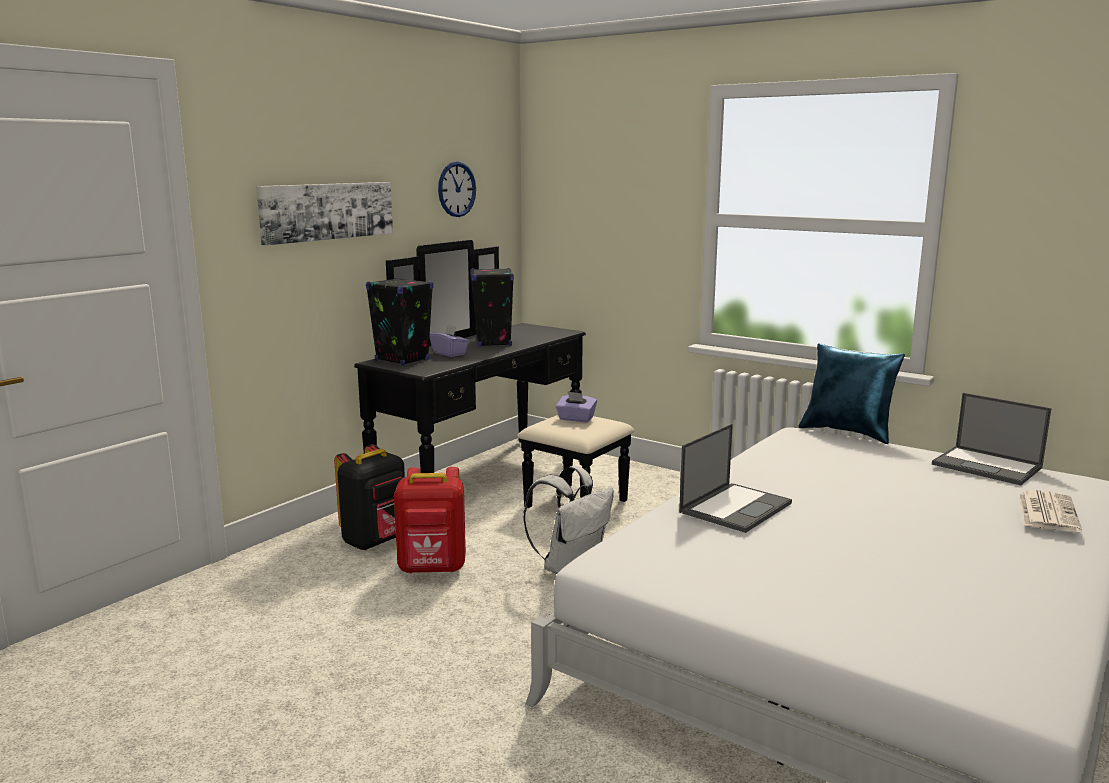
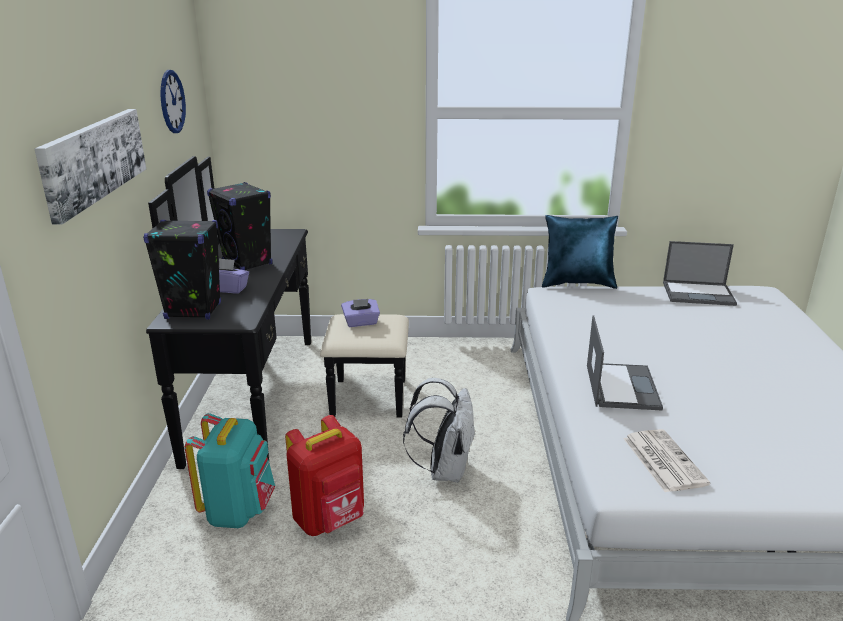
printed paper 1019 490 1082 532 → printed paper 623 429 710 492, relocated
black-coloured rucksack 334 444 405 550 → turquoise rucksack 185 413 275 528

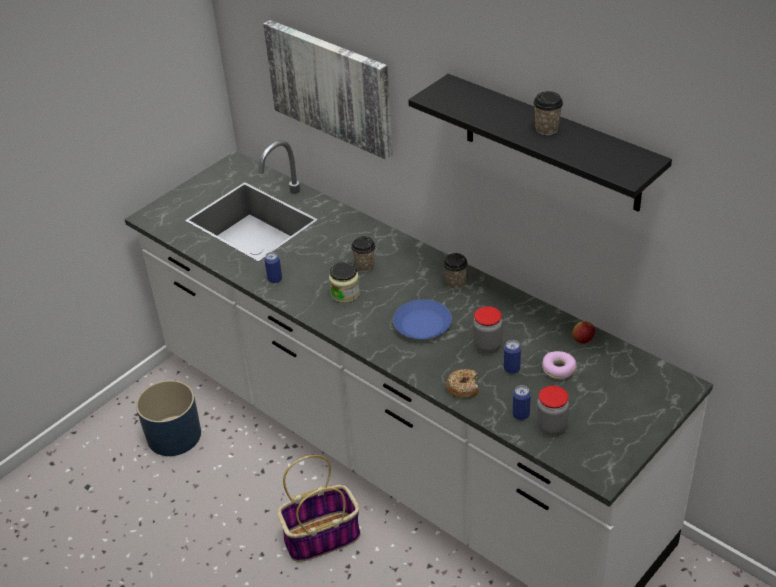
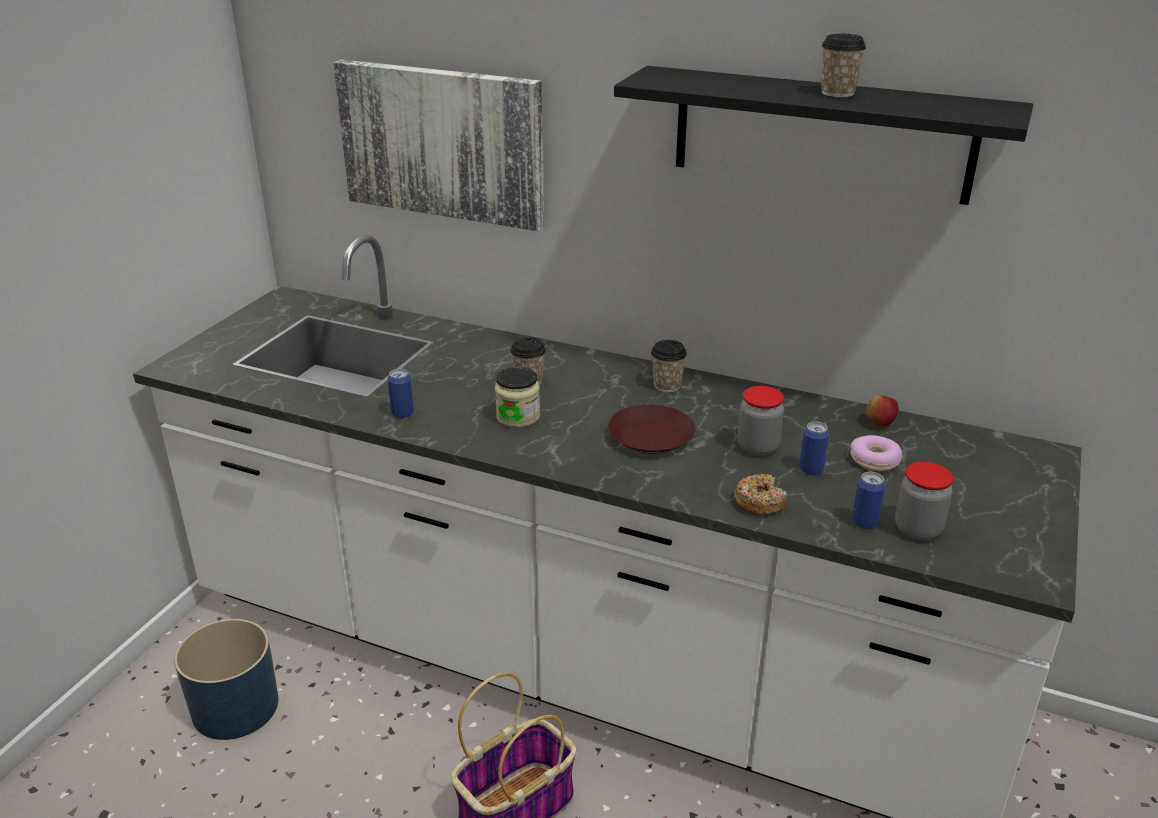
blue-coloured dinner plate 393 299 452 339 → brown-coloured dinner plate 608 404 696 454

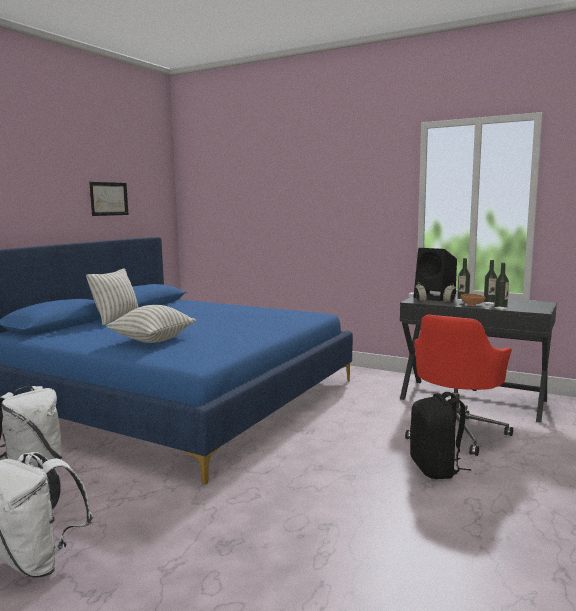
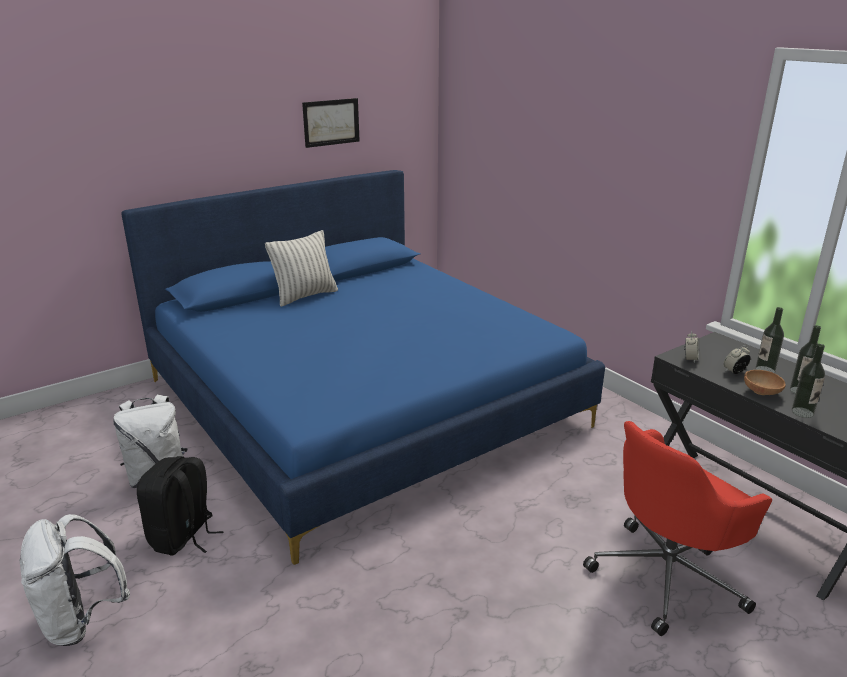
cushion 106 305 196 343 → -
black-coloured speaker 414 248 457 301 → -
black-coloured rucksack 410 392 471 479 → black-coloured rucksack 137 456 224 556, relocated

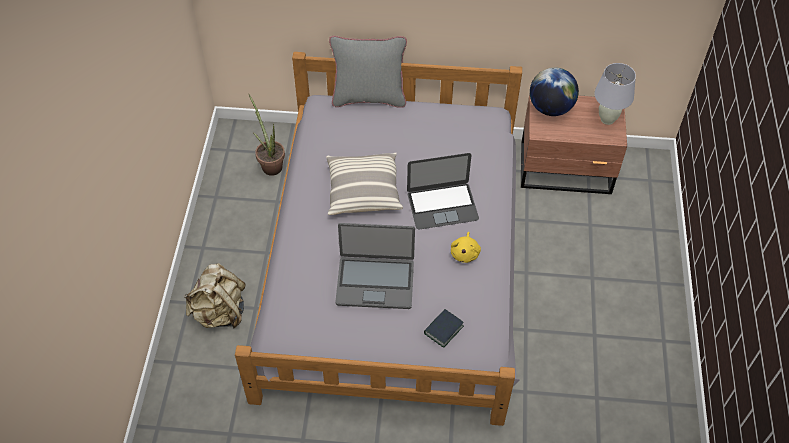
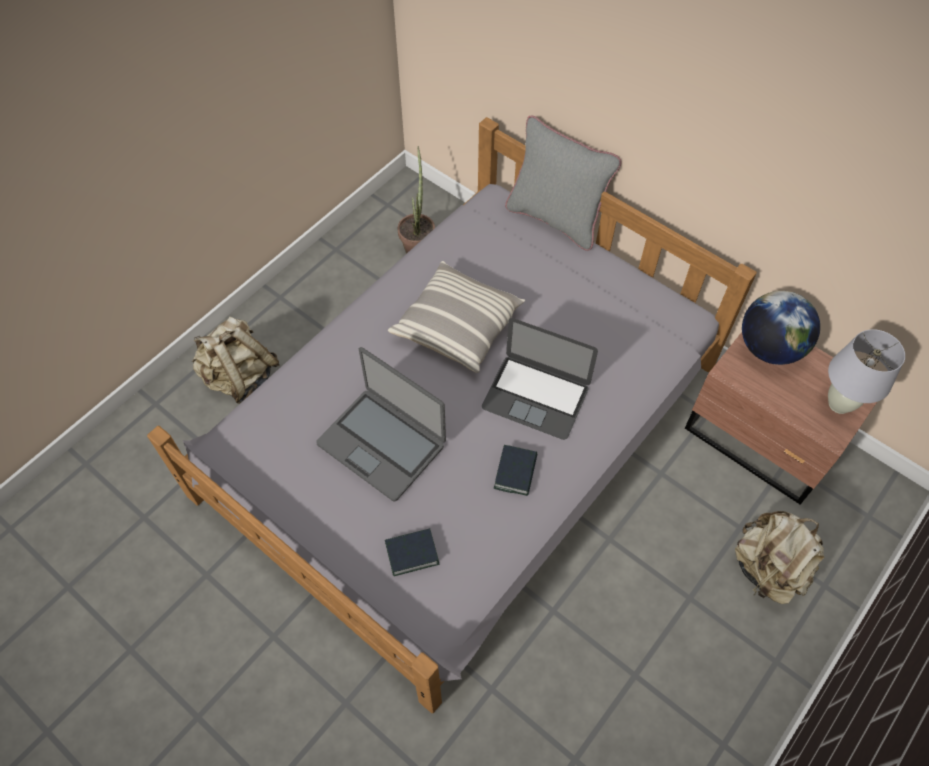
- → sand-coloured rucksack 735 511 824 604
yellow-coloured plush toy 451 232 481 263 → book 494 445 537 496

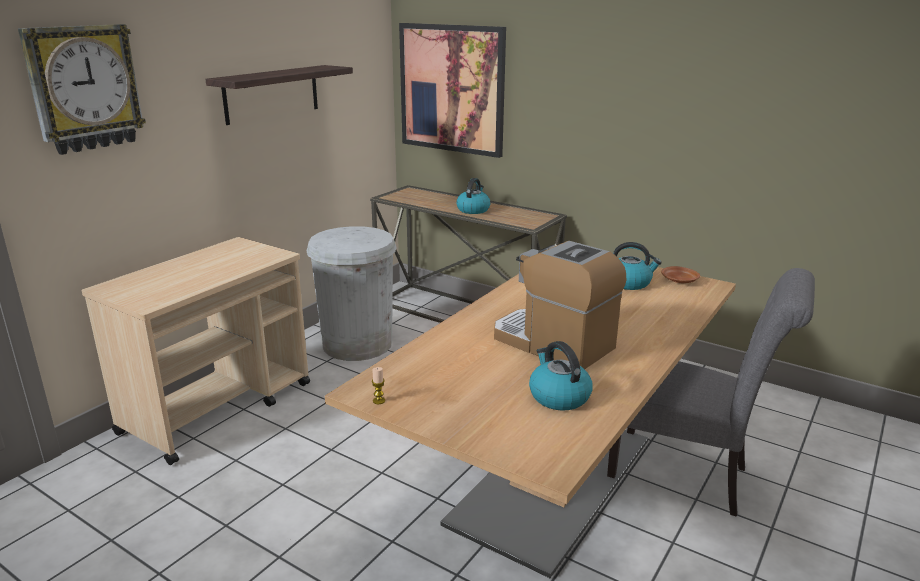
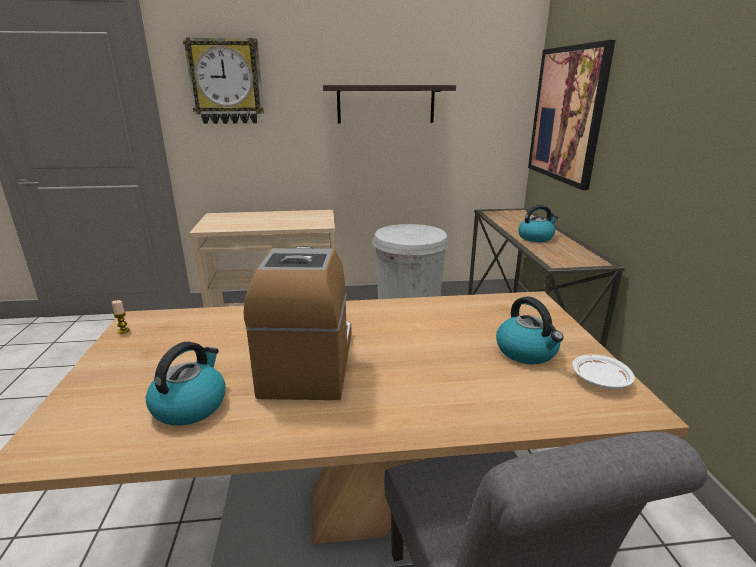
brown-coloured dinner plate 661 266 700 283 → white dinner plate 572 355 635 389

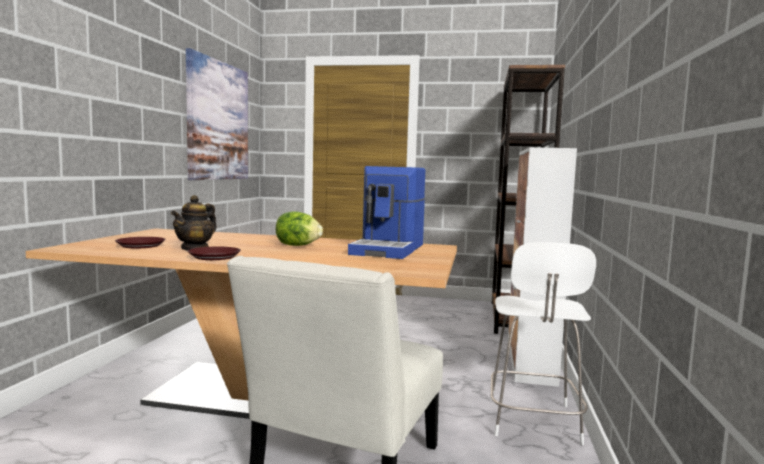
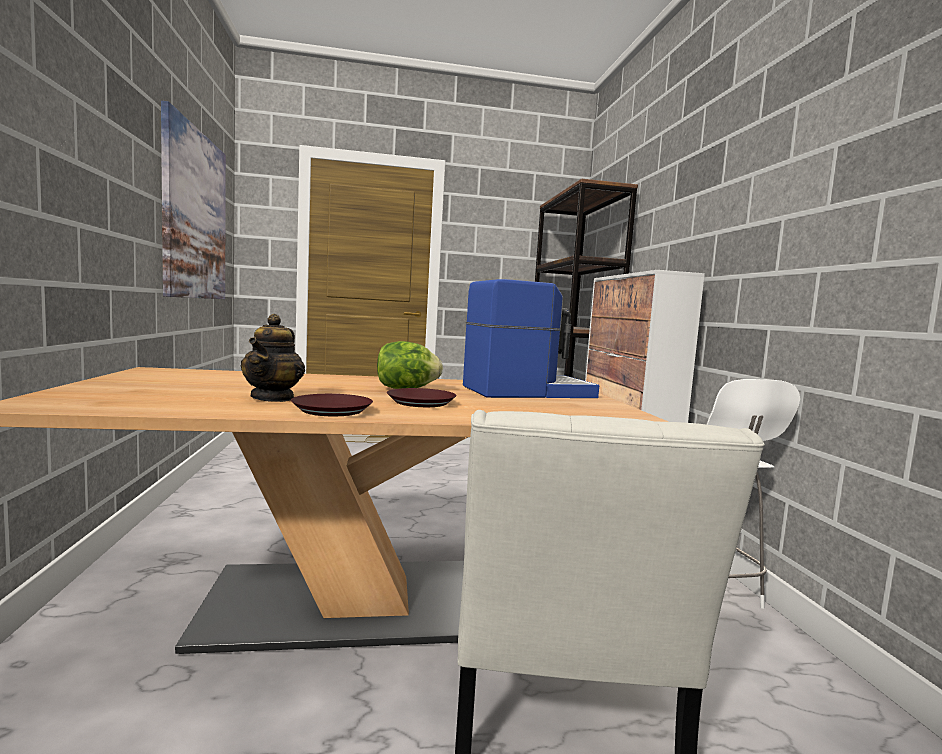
brown-coloured dinner plate 115 237 166 248 → brown-coloured dinner plate 387 388 457 407, relocated
coffee machine 348 166 425 259 → coffee machine 463 279 599 398, 105 degrees counterclockwise

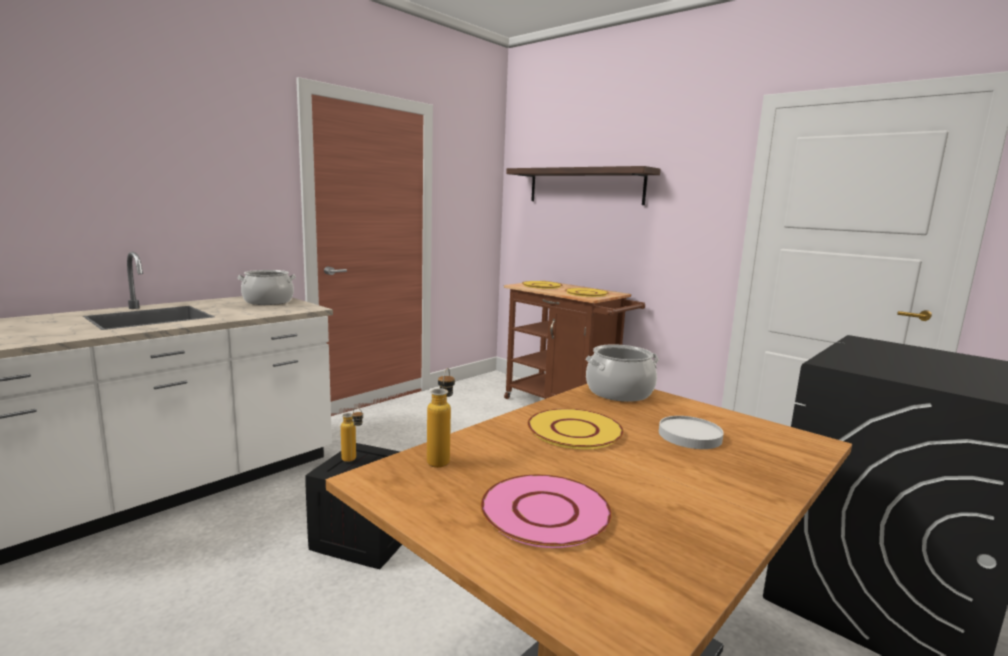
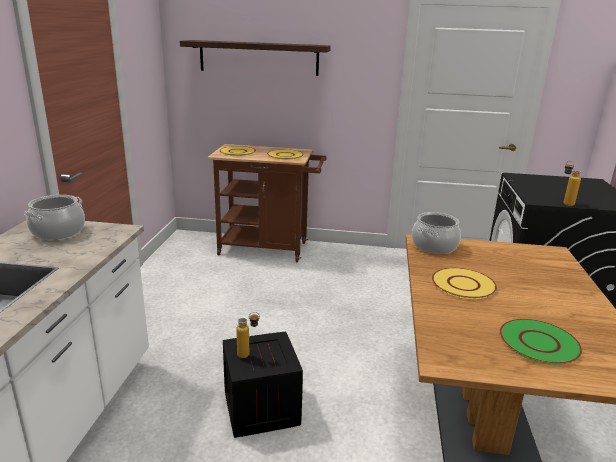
white dinner plate 659 416 724 449 → -
beverage bottle 427 368 455 468 → beverage bottle 563 161 581 206, relocated
pink dinner plate 480 474 612 548 → green-coloured dinner plate 500 319 582 365

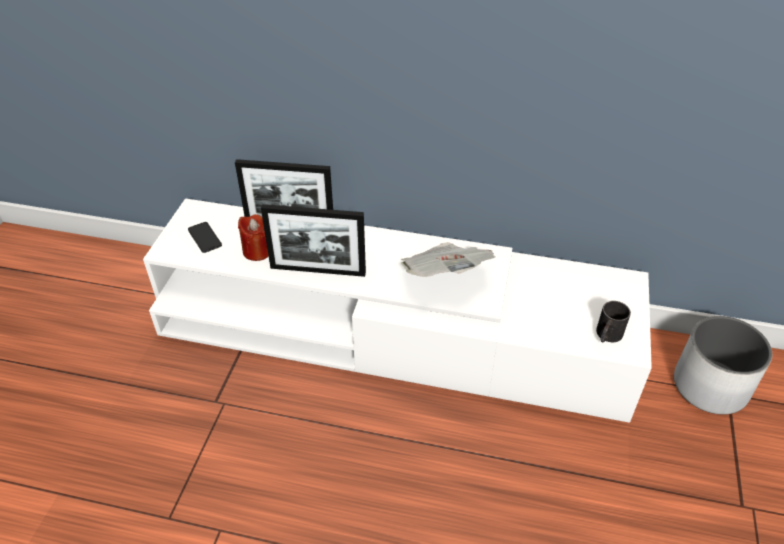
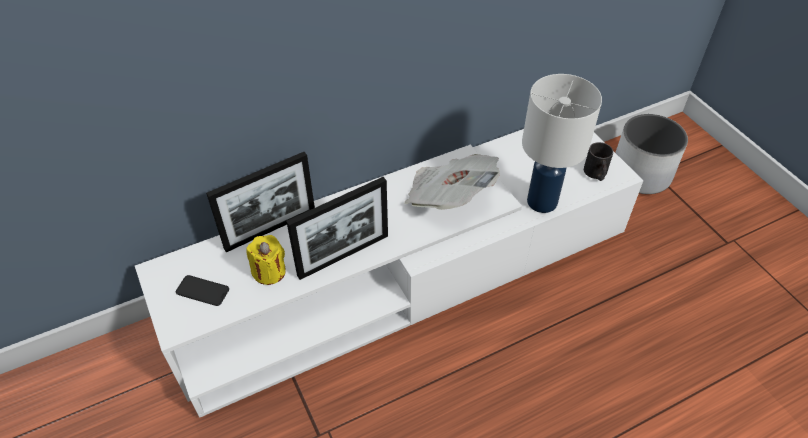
- → white tabletop lamp 522 74 602 213
reddish wax light 238 214 269 261 → yellow-coloured wax light 246 235 286 285

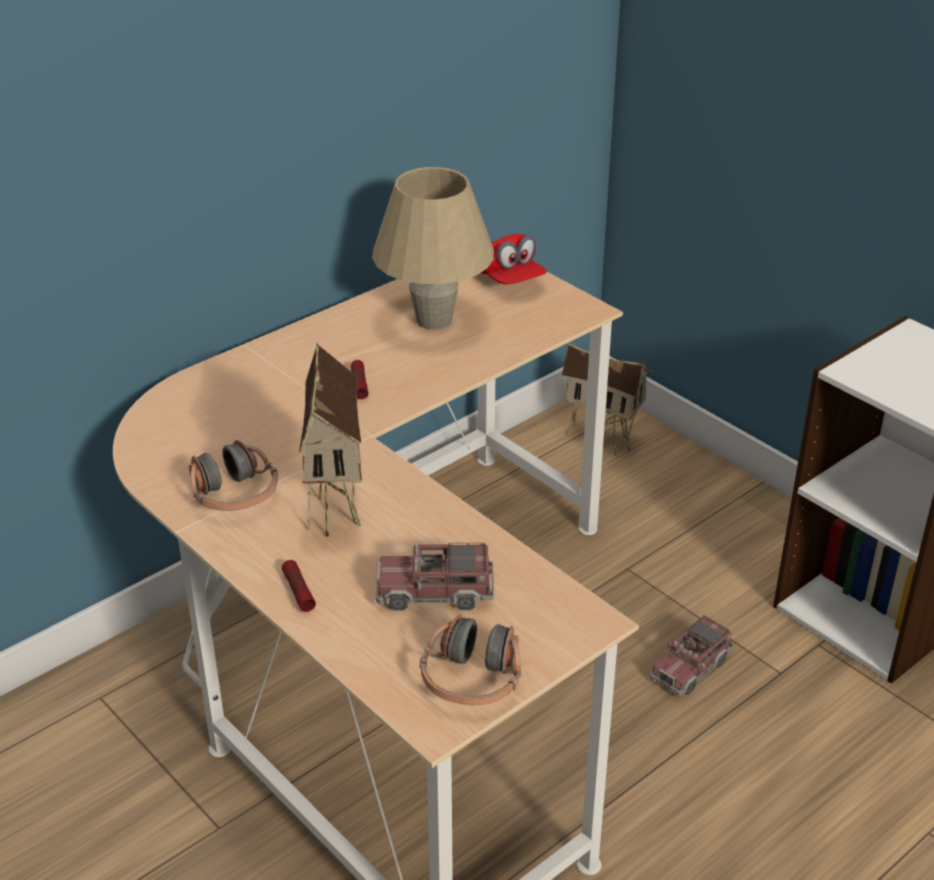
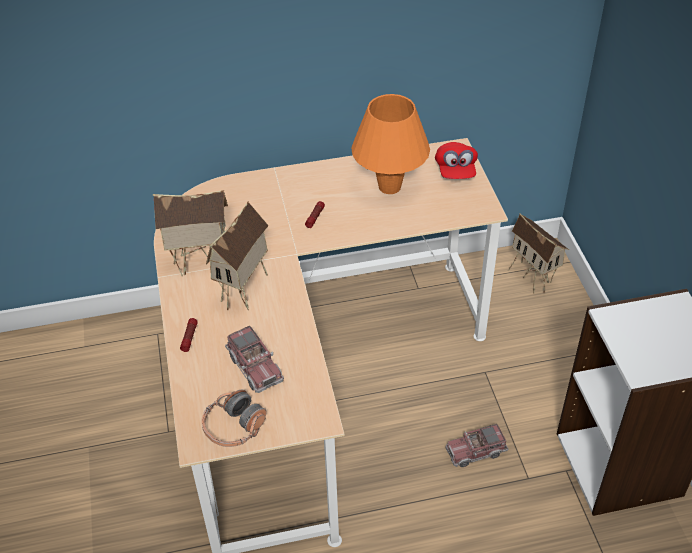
pair of headphones 189 440 278 511 → model house 153 190 228 277
sand-coloured tabletop lamp 372 167 494 330 → orange-coloured tabletop lamp 351 94 430 194
toy lorry 376 543 494 611 → toy lorry 225 326 284 393, 150 degrees counterclockwise

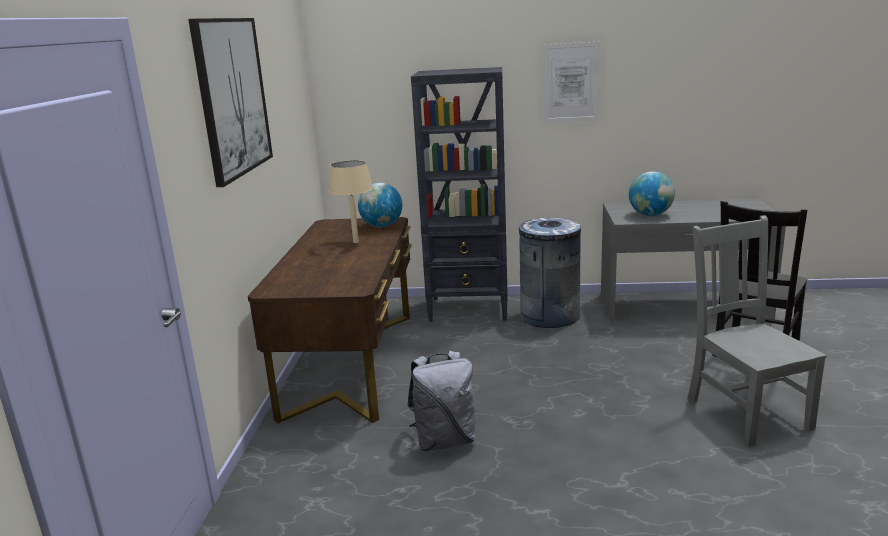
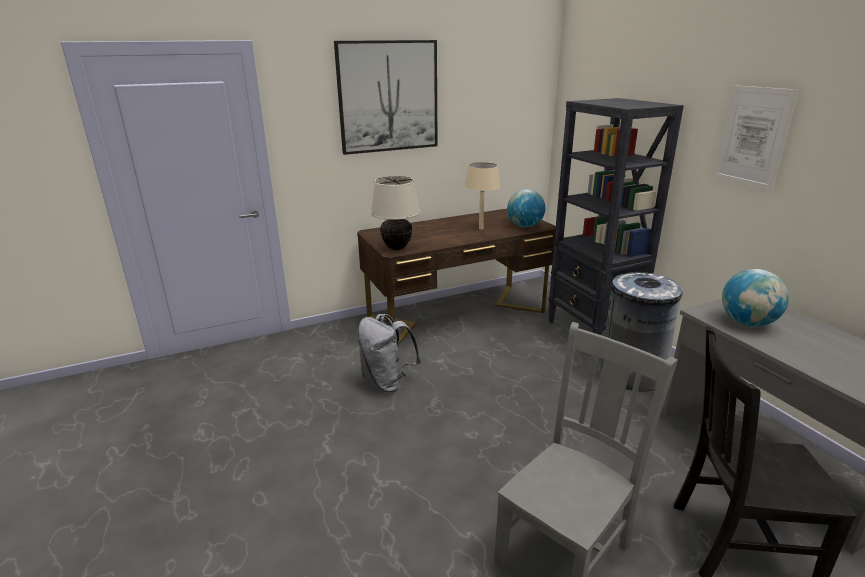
- → sand-coloured tabletop lamp 371 176 420 250

